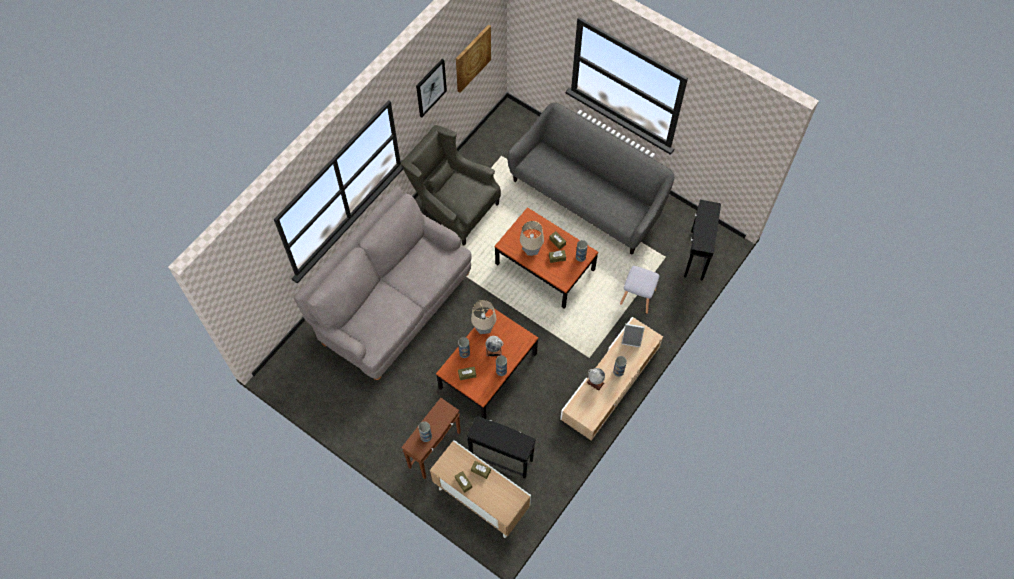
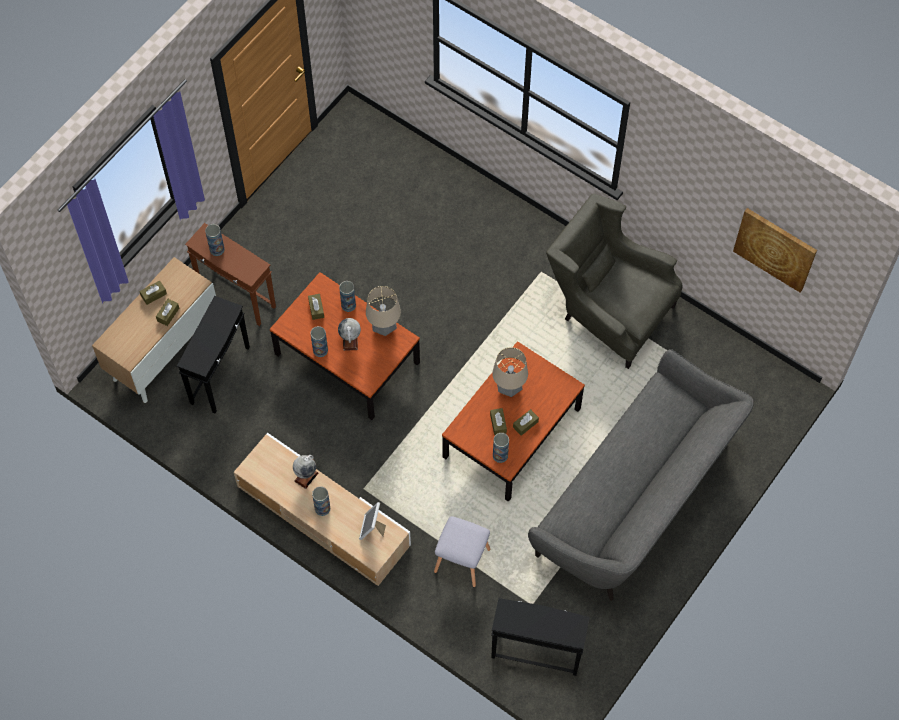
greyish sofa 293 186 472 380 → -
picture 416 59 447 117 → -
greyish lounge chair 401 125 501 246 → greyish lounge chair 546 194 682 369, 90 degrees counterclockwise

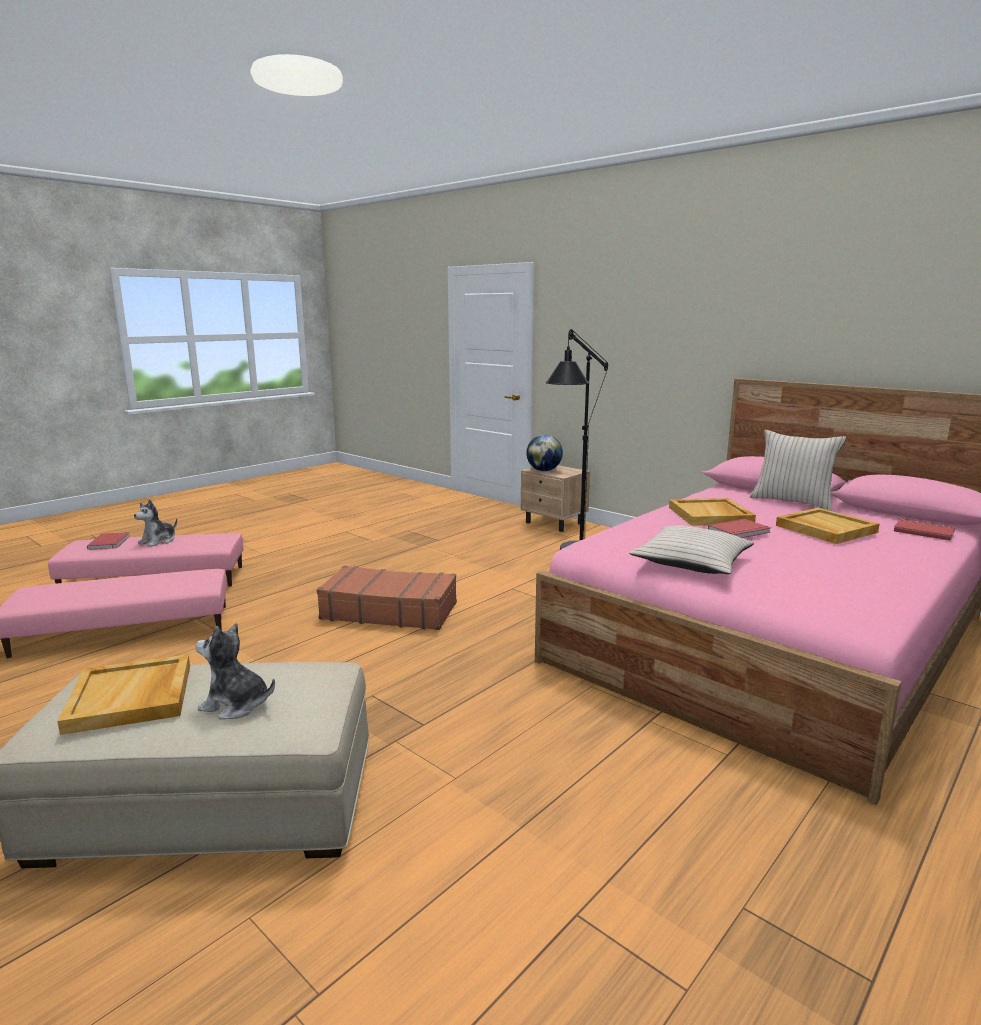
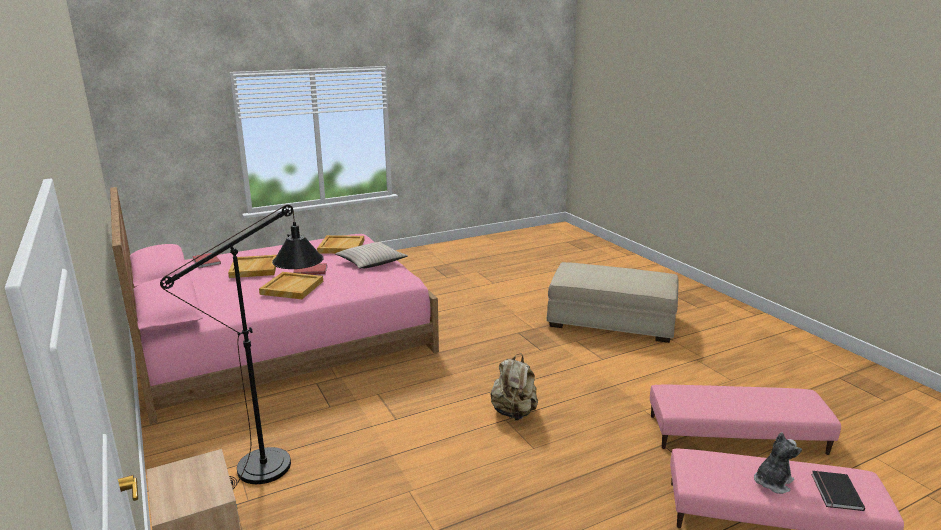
plush toy 195 623 275 719 → -
desk globe 526 435 563 471 → -
sand-coloured cushion 750 430 846 511 → -
sand-coloured tray 57 654 190 735 → sand-coloured tray 317 235 364 254, relocated
brown-coloured piece of luggage 317 566 457 630 → sand-coloured rucksack 490 353 538 421
reddish book 87 532 130 549 → black-coloured book 811 471 865 511

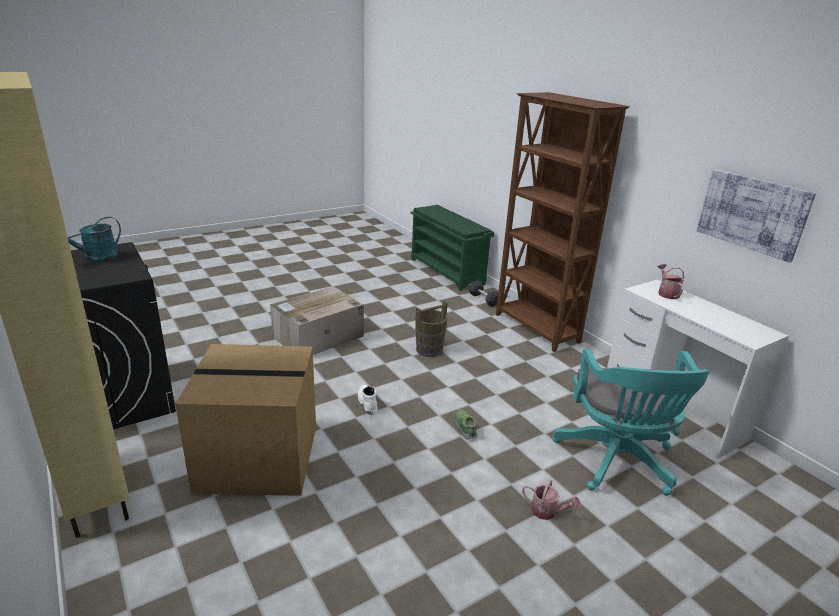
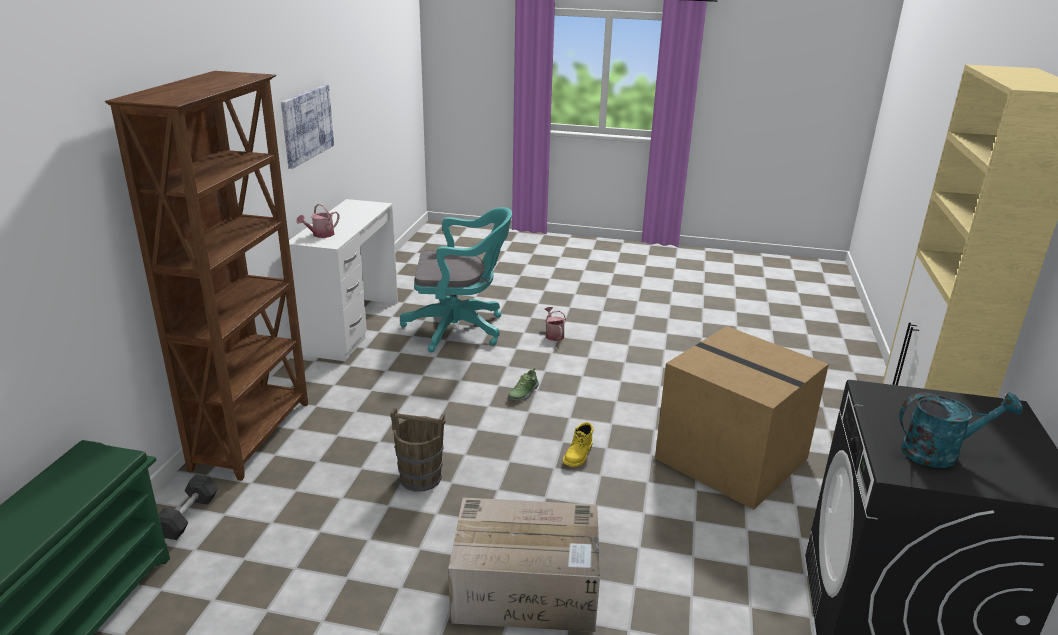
white high-top boot 358 385 378 415 → yellow-coloured high-top boot 563 422 593 467
turquoise office chair 553 349 710 496 → turquoise office chair 400 207 512 352, 45 degrees clockwise

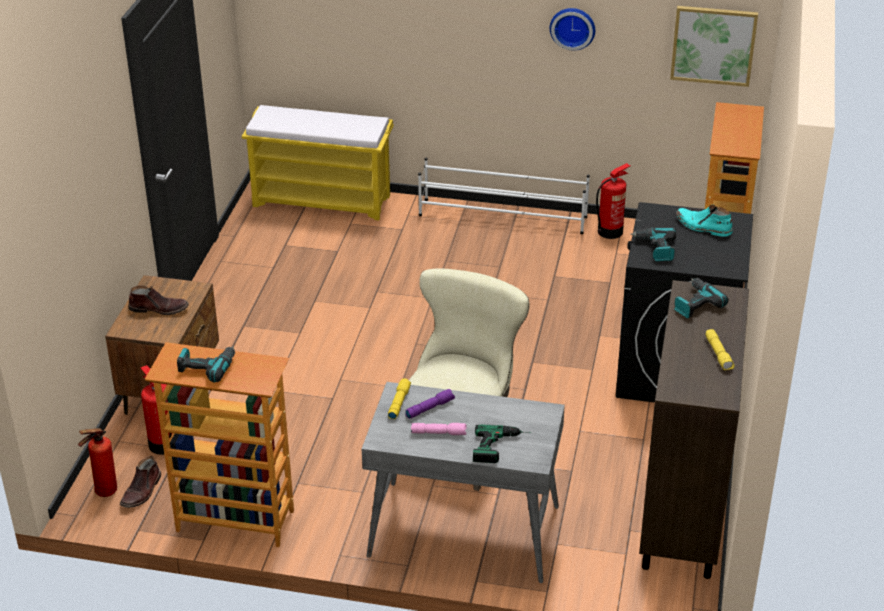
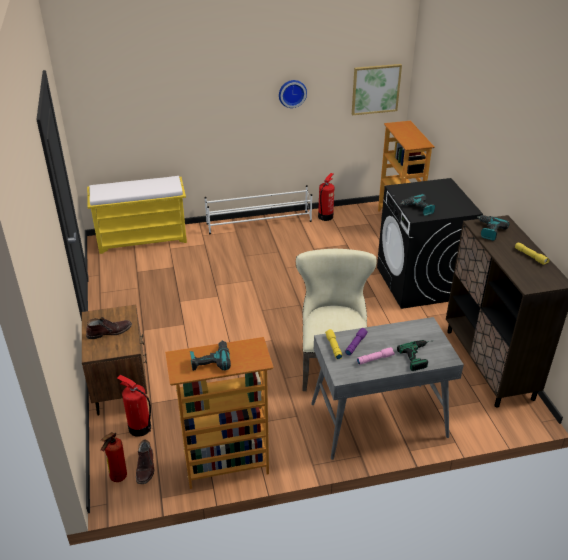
turquoise high-top boot 676 205 733 237 → -

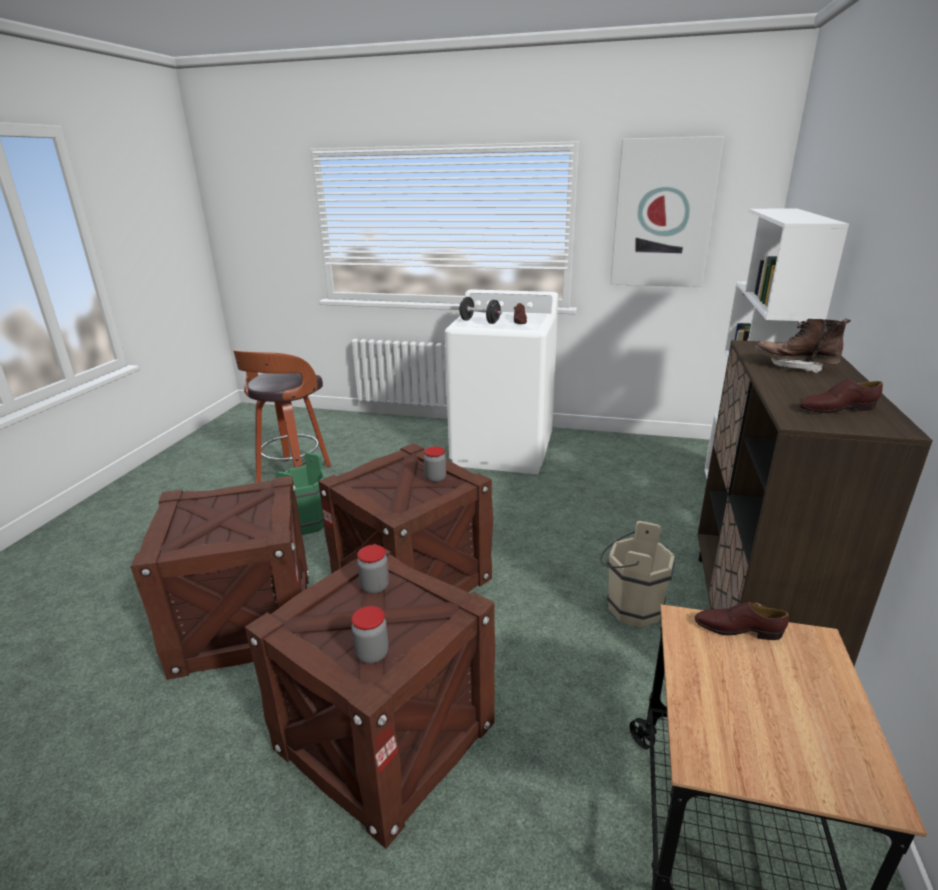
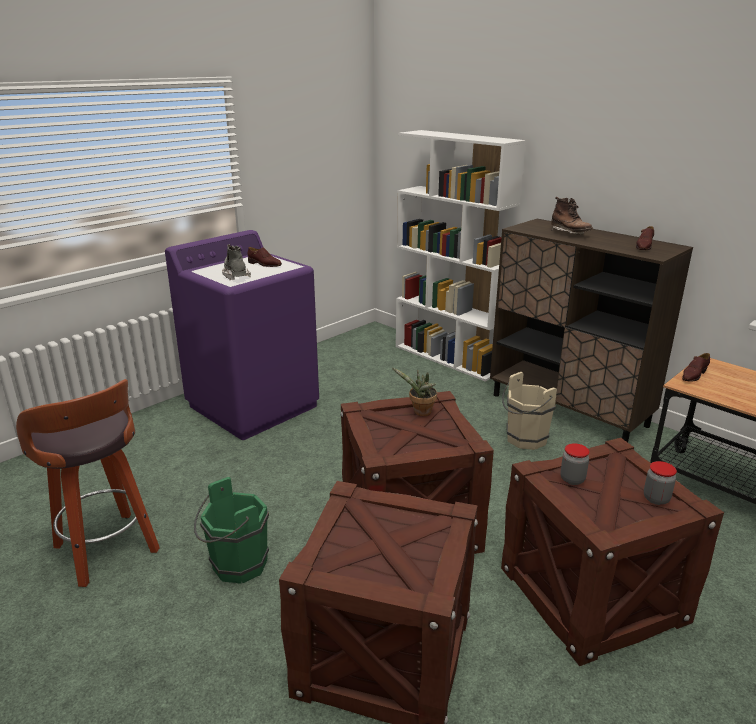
picture 610 136 724 287 → -
preserve jar 424 446 446 482 → houseplant 392 368 437 416
black-coloured hand weight 459 297 502 324 → greyish high-top boot 222 244 251 280
white laundry machine 445 289 558 474 → purplish laundry machine 165 230 319 440
brown-coloured high-top boot 755 318 851 373 → brown-coloured high-top boot 551 197 593 235, 90 degrees counterclockwise

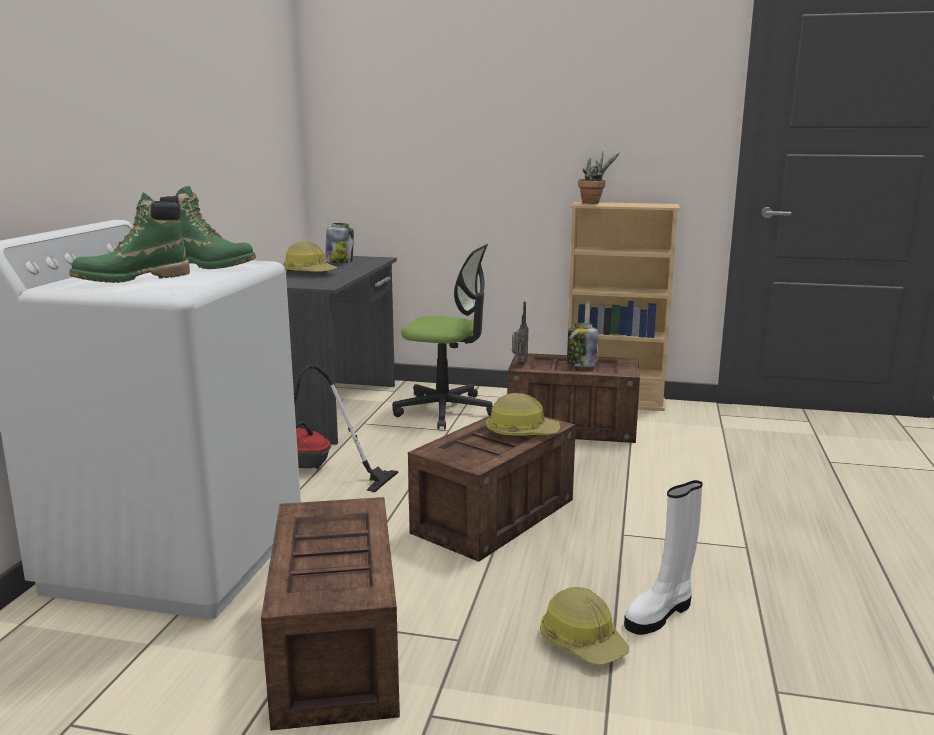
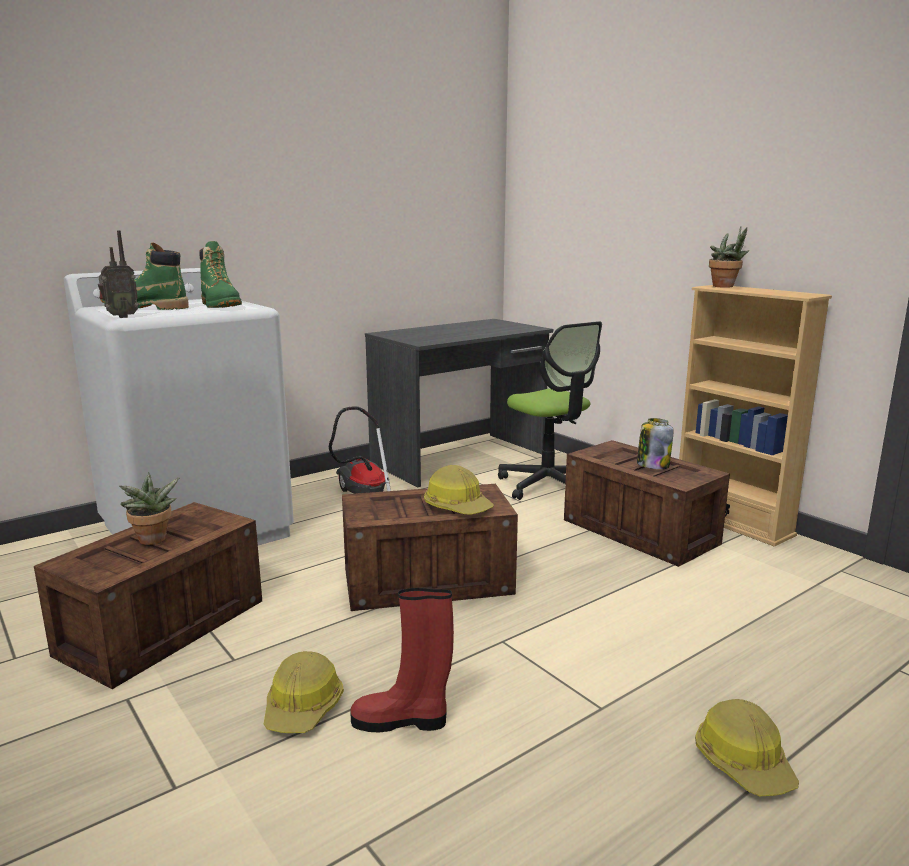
preserve jar 325 223 354 263 → -
- → houseplant 119 472 180 545
hard hat 283 241 337 272 → hard hat 695 699 799 796, relocated
radio 512 302 529 365 → radio 98 230 139 318, relocated
white high-top boot 624 480 703 635 → reddish high-top boot 350 588 454 732

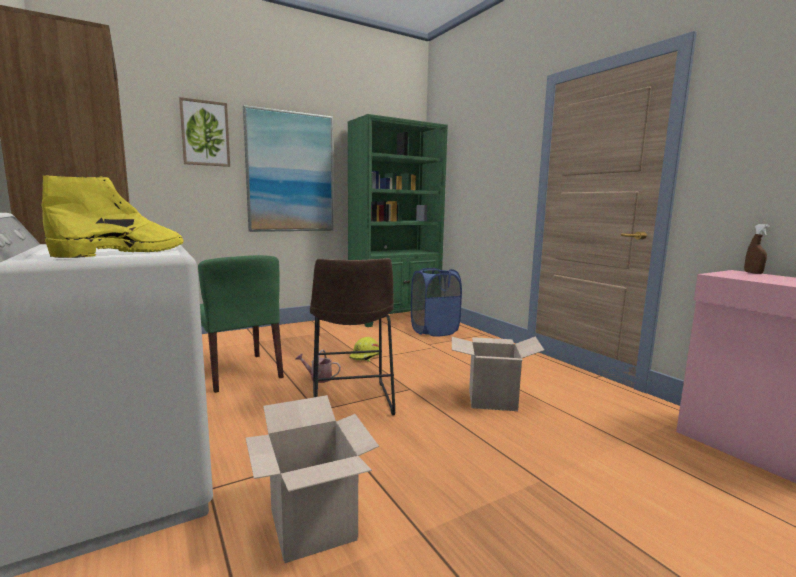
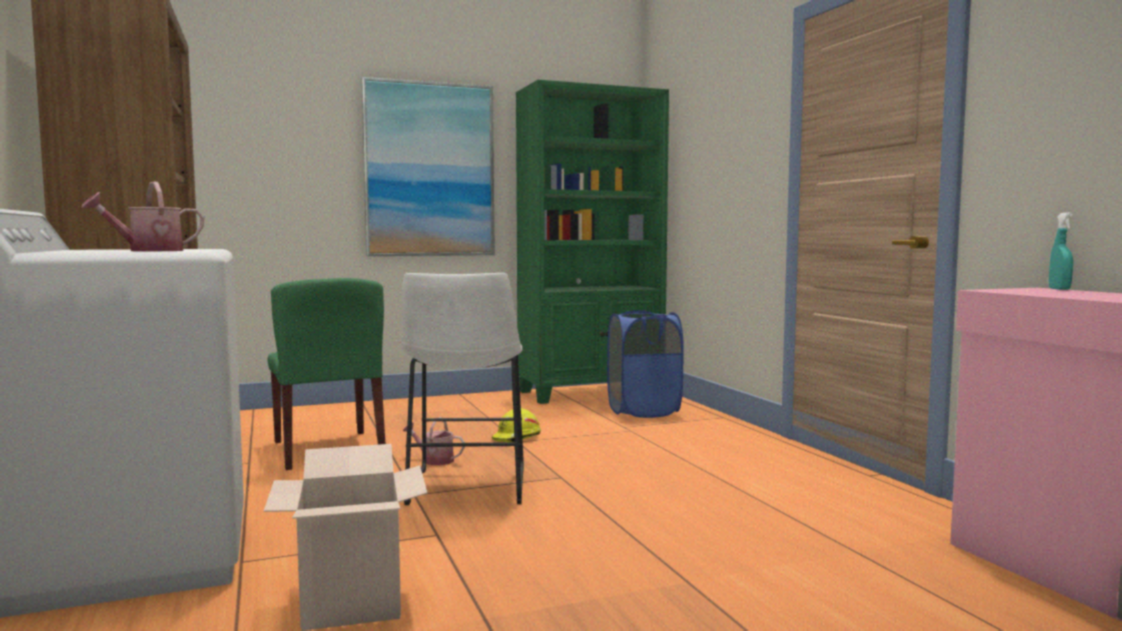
picture 179 97 230 167 → -
packing box 451 337 544 411 → -
yellow-coloured high-top boot 41 175 184 258 → watering can 81 182 204 251
brown-coloured stool 310 258 395 415 → white stool 402 273 524 505
brown-coloured spray bottle 744 224 770 274 → turquoise spray bottle 1049 212 1073 290

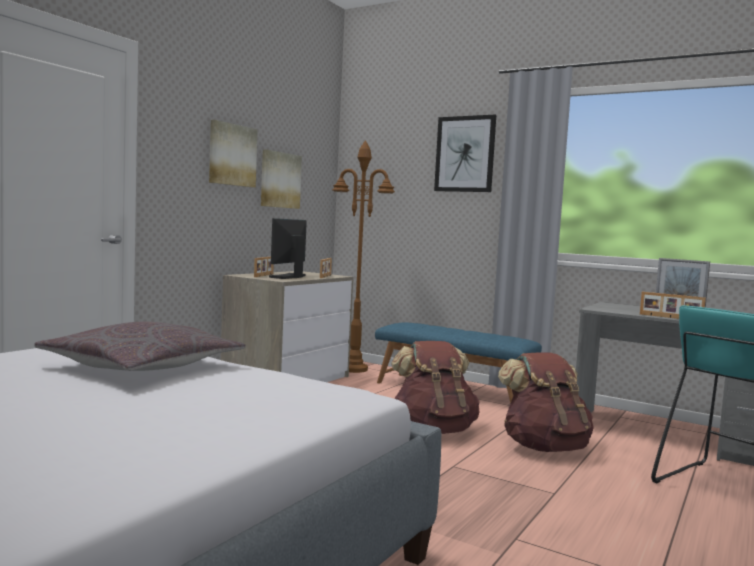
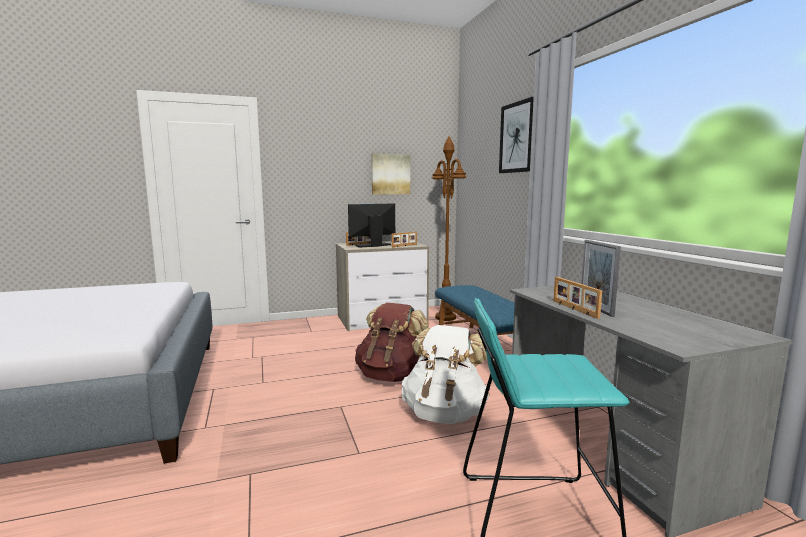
greyish cushion 34 322 246 371 → -
picture 209 120 258 187 → -
brown-coloured rucksack 498 352 594 452 → white rucksack 402 325 490 424

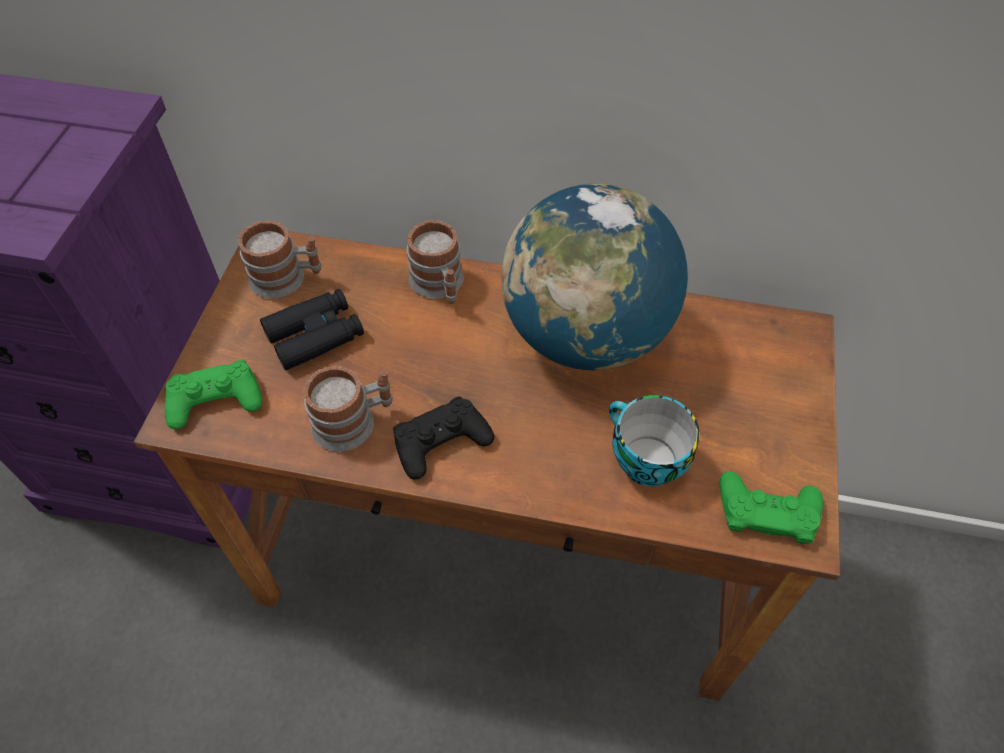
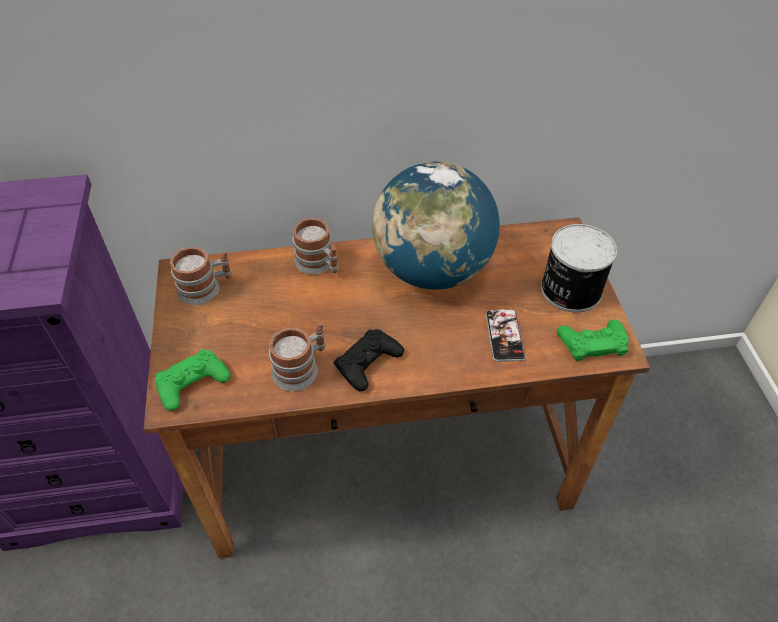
black-coloured field glasses 260 289 364 370 → -
- → sealed can 541 224 617 313
small cup 609 395 700 486 → telephone 486 309 525 362

